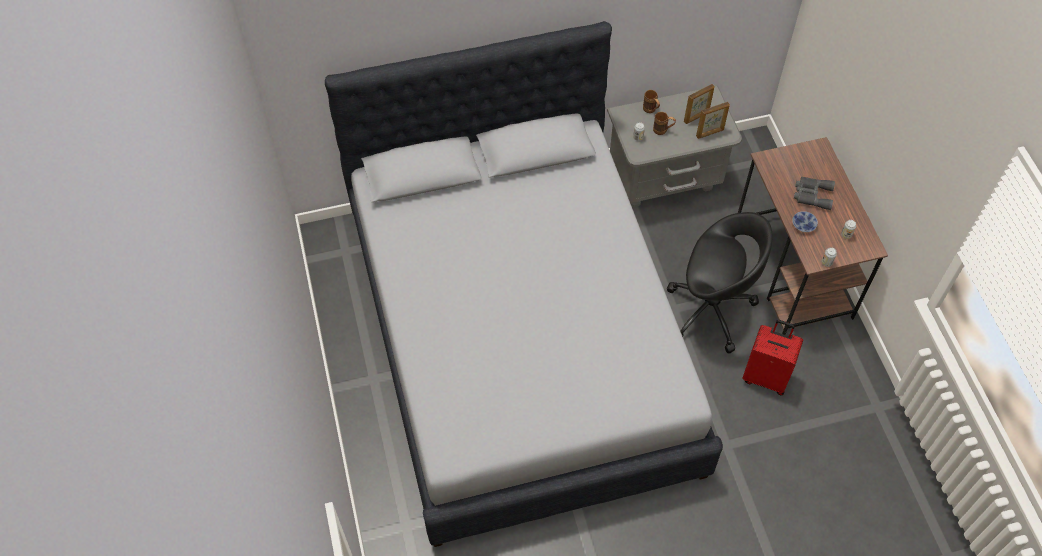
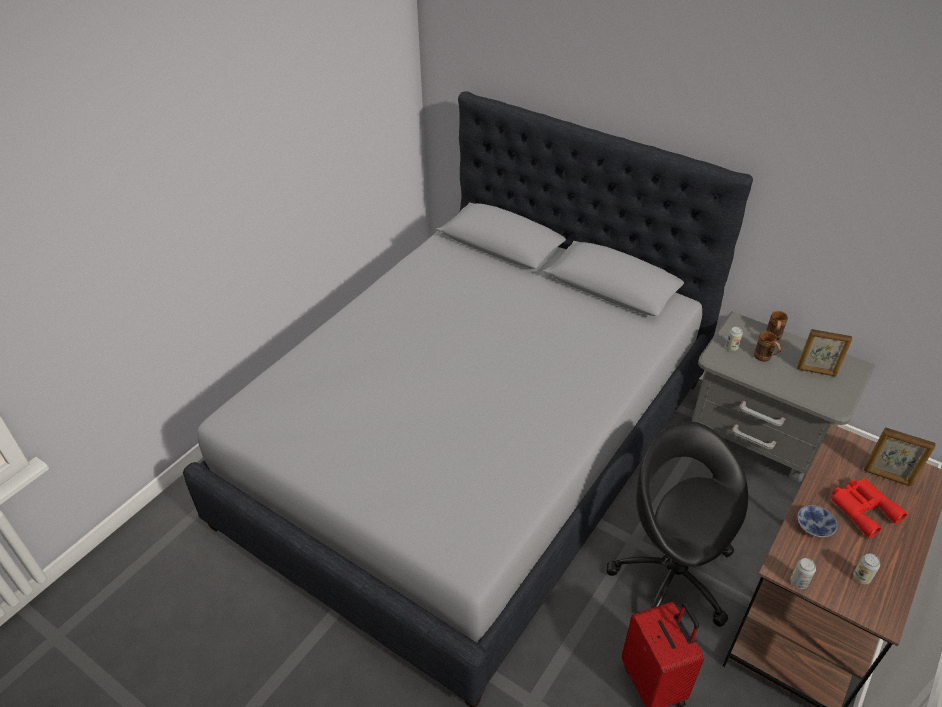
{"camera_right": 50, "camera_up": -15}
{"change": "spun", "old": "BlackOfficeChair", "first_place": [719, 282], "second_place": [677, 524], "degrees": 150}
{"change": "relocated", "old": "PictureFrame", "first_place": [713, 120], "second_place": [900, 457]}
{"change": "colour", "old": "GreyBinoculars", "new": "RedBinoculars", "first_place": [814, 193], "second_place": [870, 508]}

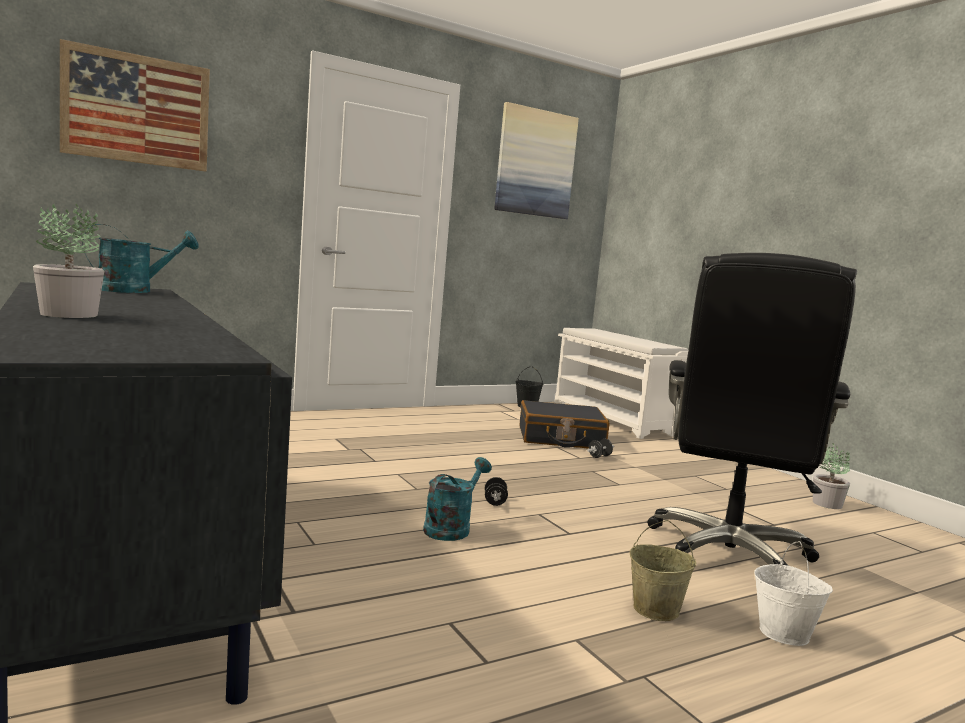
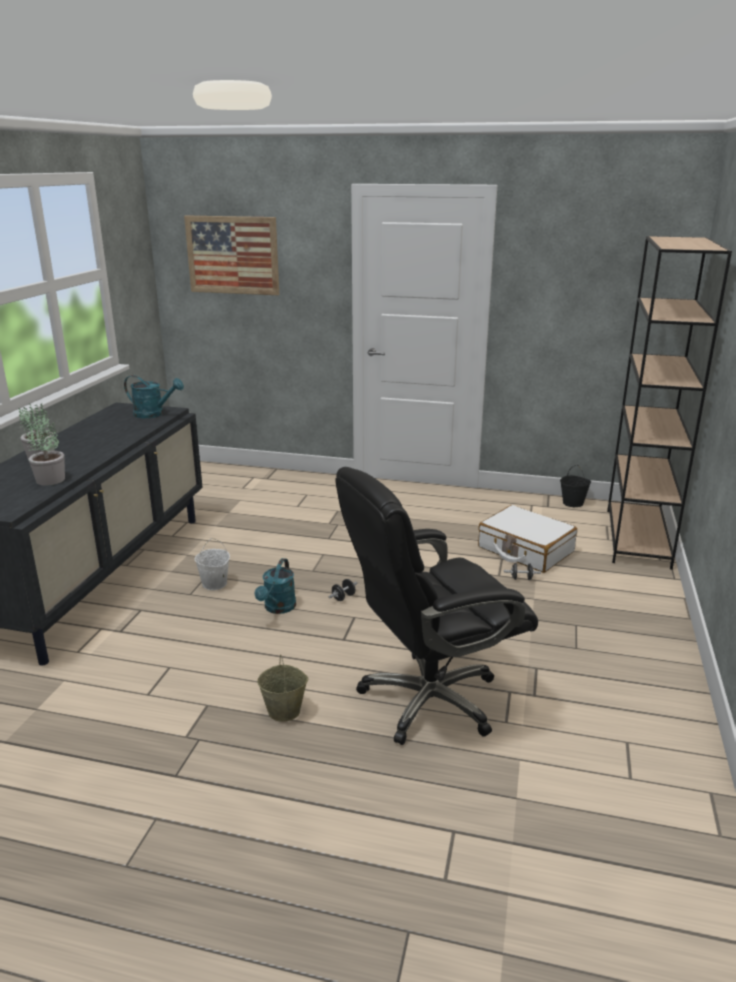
{"camera_right": 45, "camera_up": 15}
{"change": "spun", "old": "TurquoiseWateringCan", "first_place": [457, 499], "second_place": [275, 586], "degrees": 120}
{"change": "missing", "old": "Picture", "first_place": [536, 160]}
{"change": "colour", "old": "BlackSuitcase", "new": "WhiteSuitcase", "first_place": [564, 424], "second_place": [527, 539]}
{"change": "exchanged", "old": "WhiteShoeRack", "new": "BeigeBookcase", "first_place": [621, 383], "second_place": [669, 403]}
{"change": "relocated", "old": "WhiteBucket", "first_place": [793, 593], "second_place": [212, 564]}
{"change": "relocated", "old": "PottedPlant", "first_place": [831, 476], "second_place": [46, 454]}

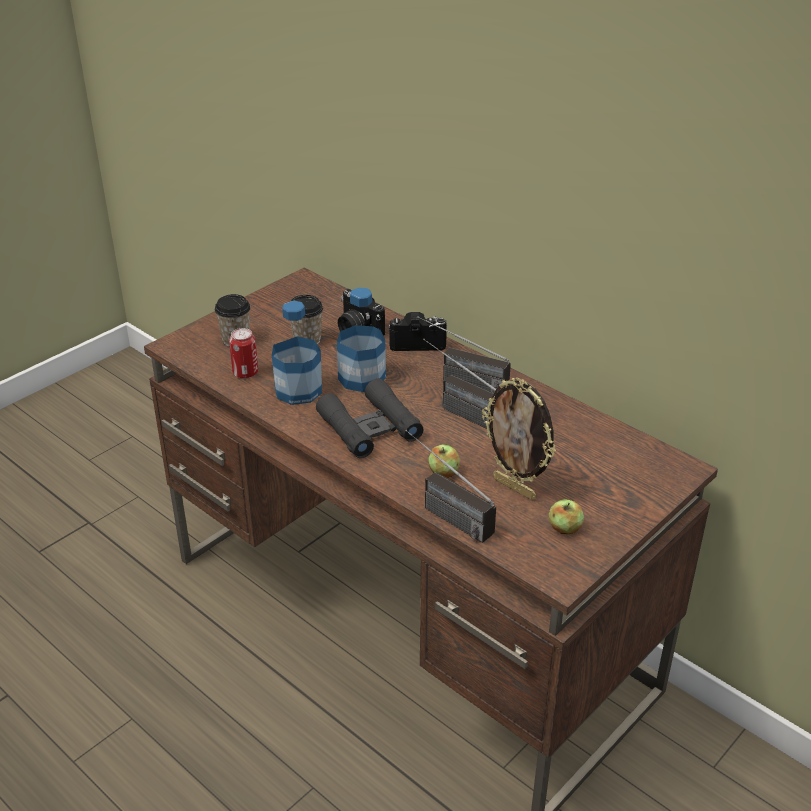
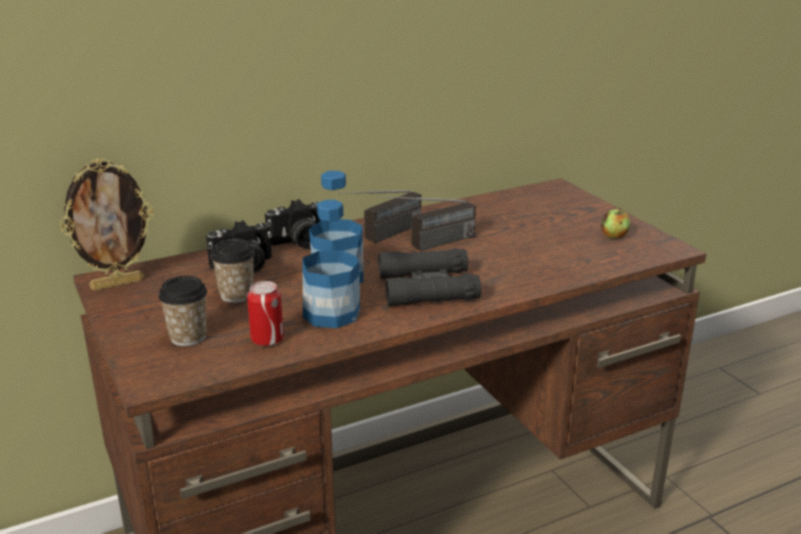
{"camera_right": -70, "camera_up": -10}
{"change": "spun", "old": "PhotoCamera", "first_place": [418, 331], "second_place": [293, 224], "degrees": -135}
{"change": "missing", "old": "Radio", "first_place": [451, 486]}
{"change": "missing", "old": "Apple", "first_place": [444, 461]}
{"change": "relocated", "old": "PictureFrame", "first_place": [519, 439], "second_place": [107, 224]}

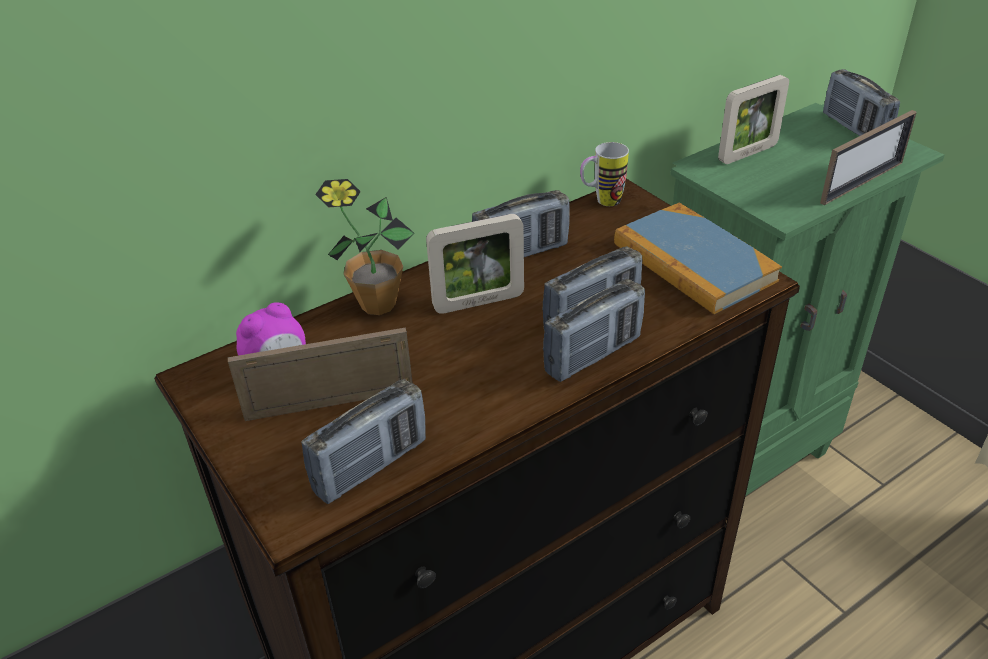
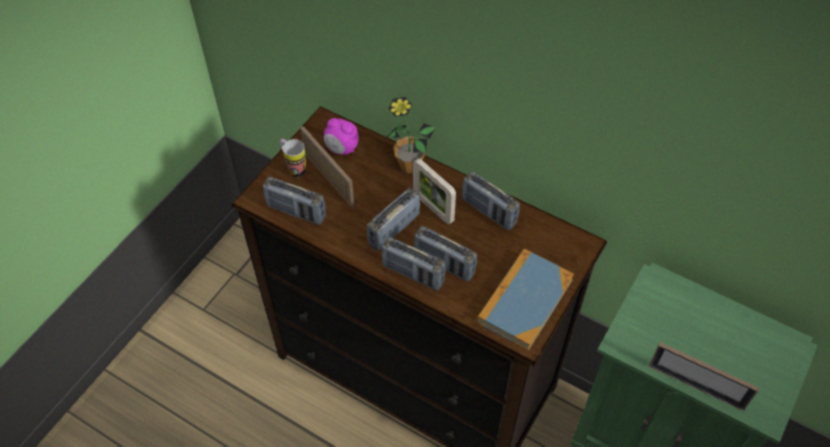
{"camera_right": 65, "camera_up": 15}
{"change": "relocated", "old": "Mug", "first_place": [604, 174], "second_place": [293, 158]}
{"change": "missing", "old": "PictureFrame", "first_place": [753, 119]}
{"change": "relocated", "old": "Radio", "first_place": [861, 102], "second_place": [393, 219]}

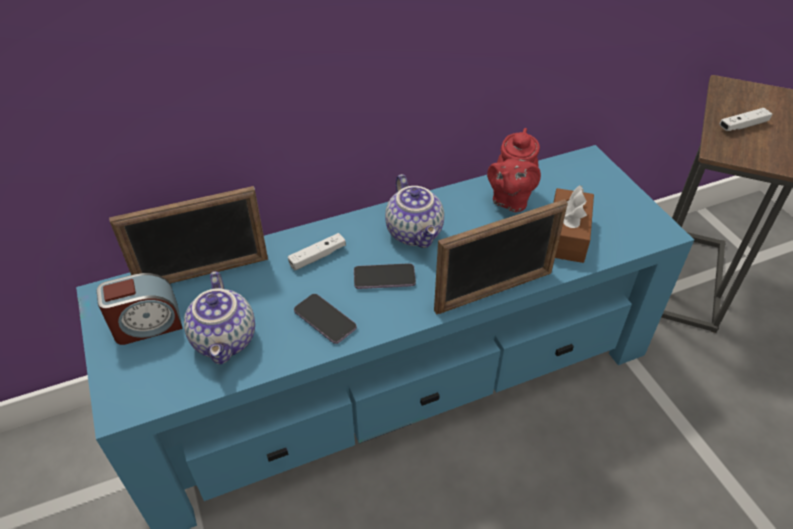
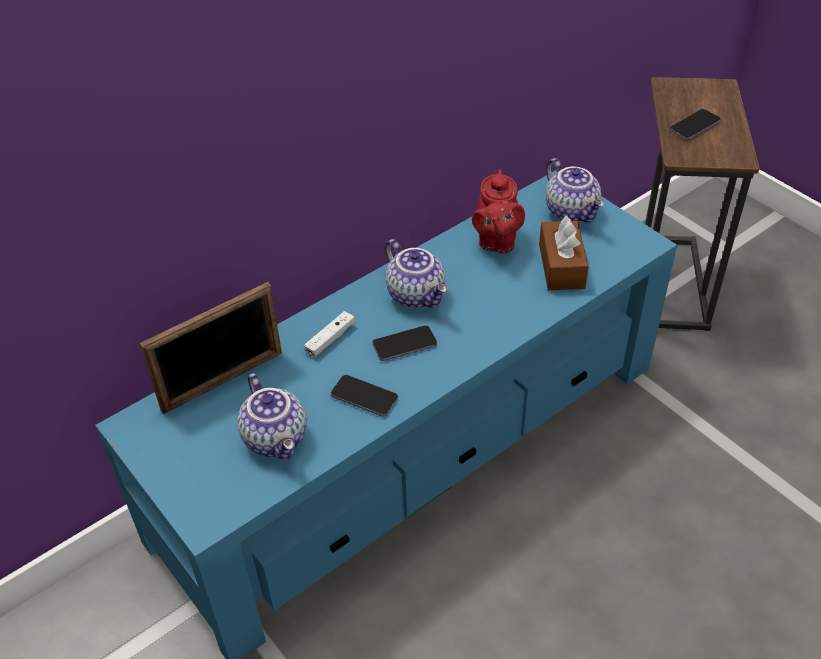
{"camera_right": -15, "camera_up": 0}
{"change": "missing", "old": "AlarmClock", "first_place": [140, 309]}
{"change": "missing", "old": "PictureFrame", "first_place": [501, 256]}
{"change": "exchanged", "old": "WhiteGameController", "new": "Phone", "first_place": [746, 119], "second_place": [695, 124]}
{"change": "appeared", "new": "Teapot", "second_place": [575, 190]}

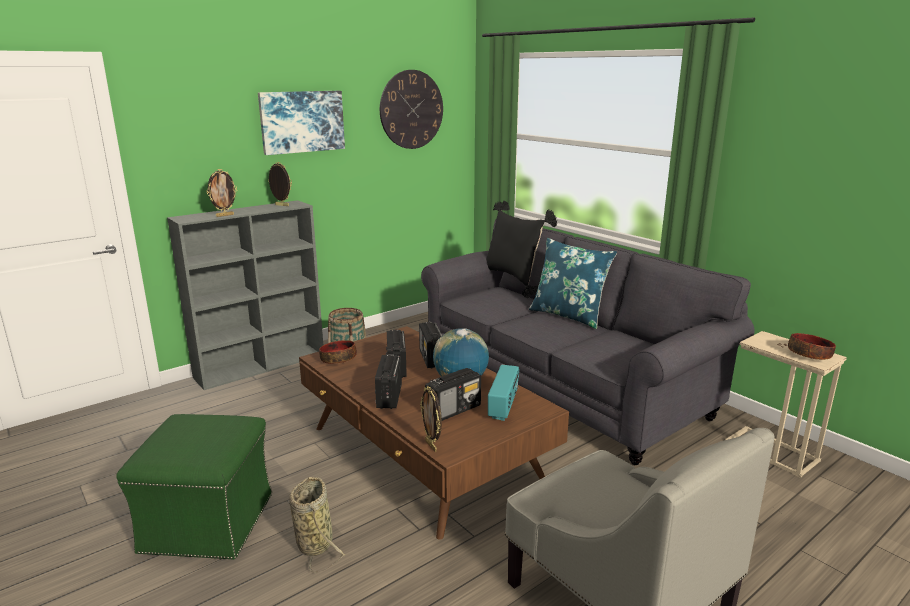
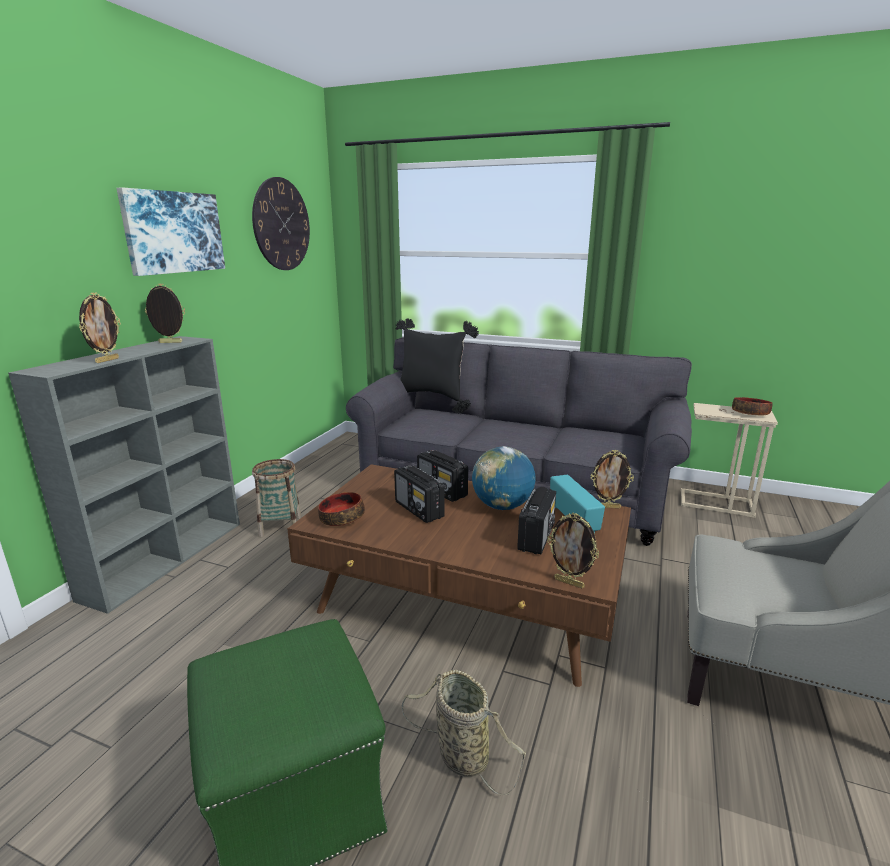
{"camera_right": -30, "camera_up": 0}
{"change": "missing", "old": "Radio", "first_place": [388, 381]}
{"change": "missing", "old": "BluePillow", "first_place": [573, 283]}
{"change": "appeared", "new": "PictureFrame", "second_place": [612, 479]}

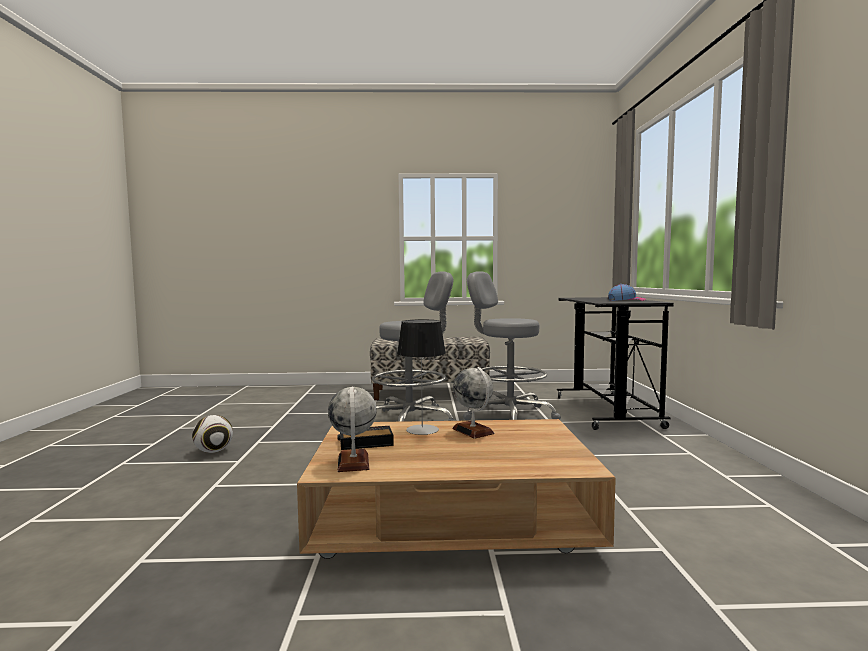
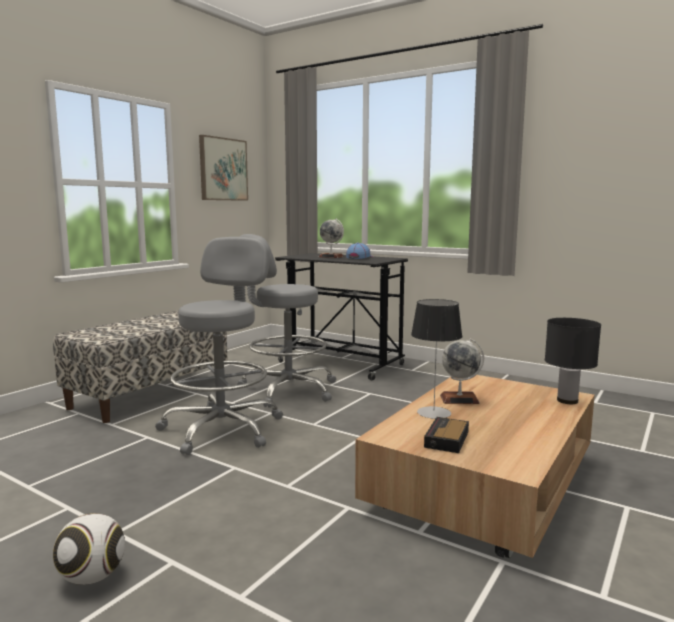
{"camera_right": -55, "camera_up": 5}
{"change": "relocated", "old": "Globe", "first_place": [352, 429], "second_place": [331, 238]}
{"change": "appeared", "new": "Picture", "second_place": [223, 168]}
{"change": "appeared", "new": "BlackTableLamp", "second_place": [573, 361]}

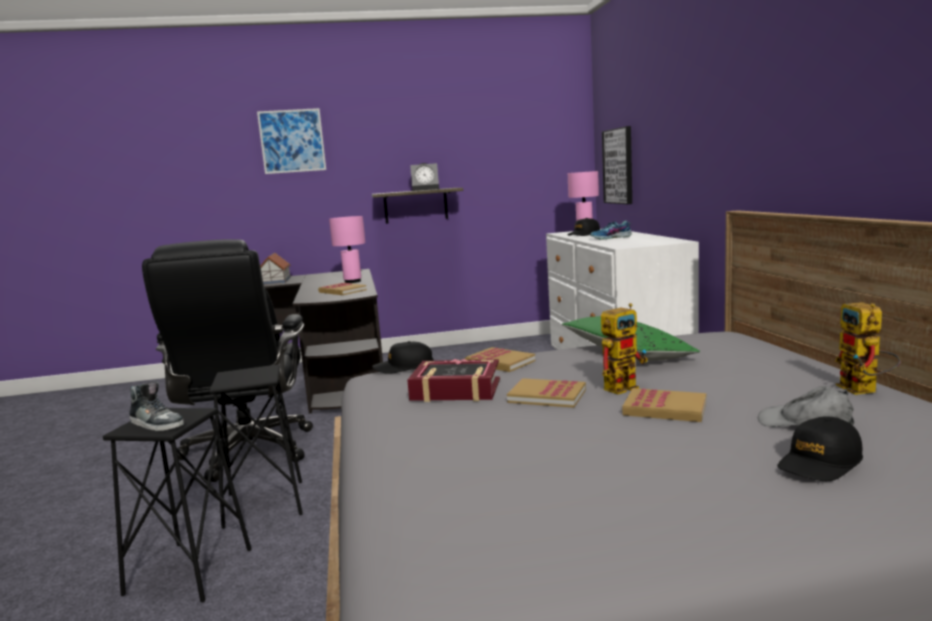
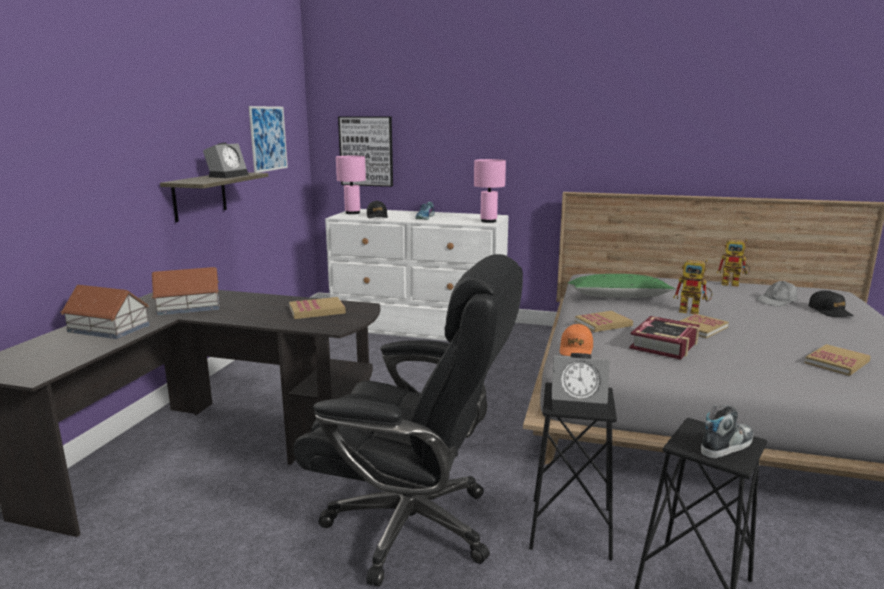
{"camera_right": -65, "camera_up": 5}
{"change": "relocated", "old": "Picture", "first_place": [291, 141], "second_place": [268, 139]}
{"change": "relocated", "old": "PinkTableLamp", "first_place": [347, 249], "second_place": [490, 191]}
{"change": "colour", "old": "BlackCap", "new": "OrangeCap", "first_place": [403, 357], "second_place": [576, 340]}
{"change": "spun", "old": "ToyRobot", "first_place": [624, 348], "second_place": [693, 287], "degrees": 120}
{"change": "relocated", "old": "Book", "first_place": [664, 405], "second_place": [838, 360]}
{"change": "appeared", "new": "ToyHouse", "second_place": [186, 291]}
{"change": "appeared", "new": "AlarmClock", "second_place": [580, 384]}

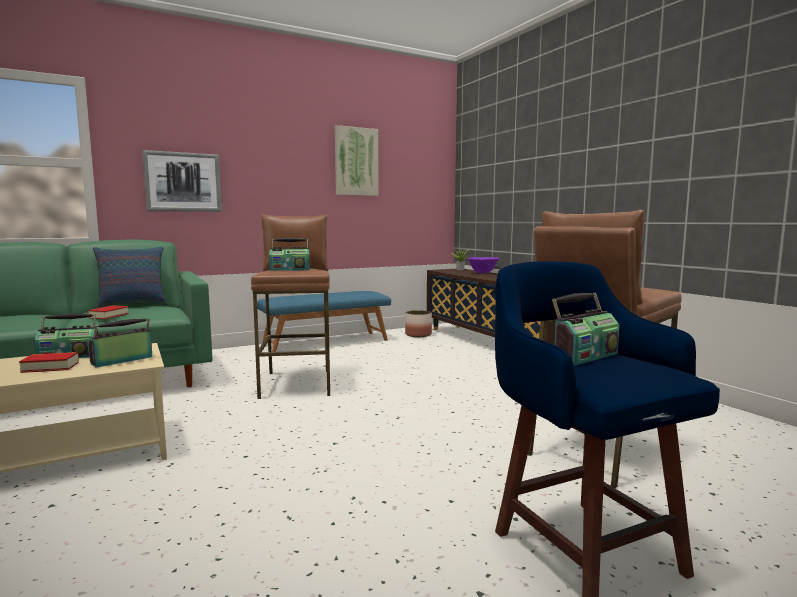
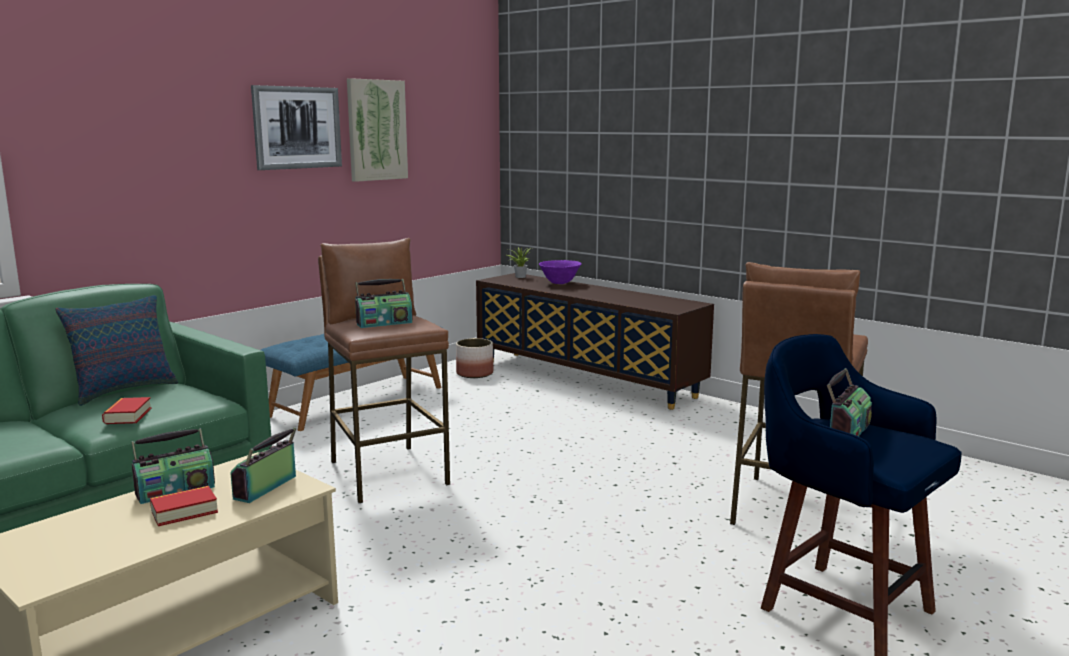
{"camera_right": -20, "camera_up": 5}
{"change": "relocated", "old": "Picture", "first_place": [182, 181], "second_place": [296, 127]}

